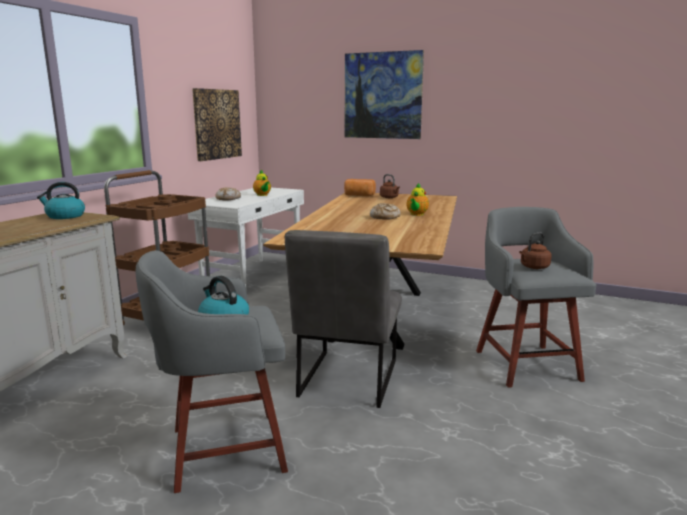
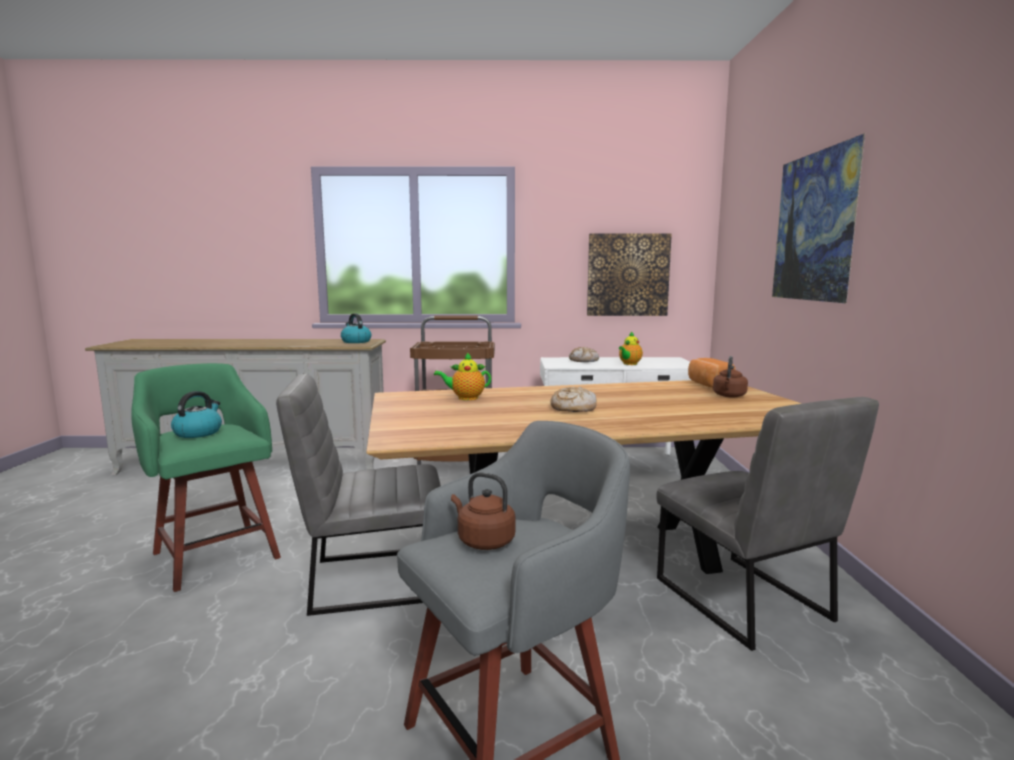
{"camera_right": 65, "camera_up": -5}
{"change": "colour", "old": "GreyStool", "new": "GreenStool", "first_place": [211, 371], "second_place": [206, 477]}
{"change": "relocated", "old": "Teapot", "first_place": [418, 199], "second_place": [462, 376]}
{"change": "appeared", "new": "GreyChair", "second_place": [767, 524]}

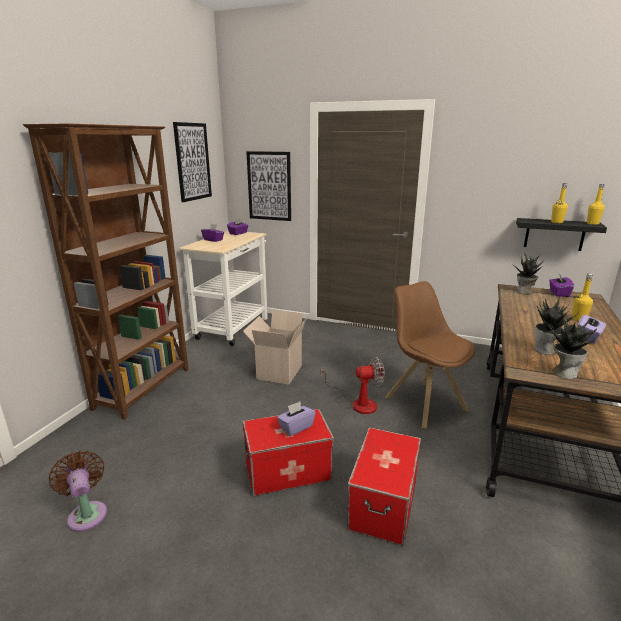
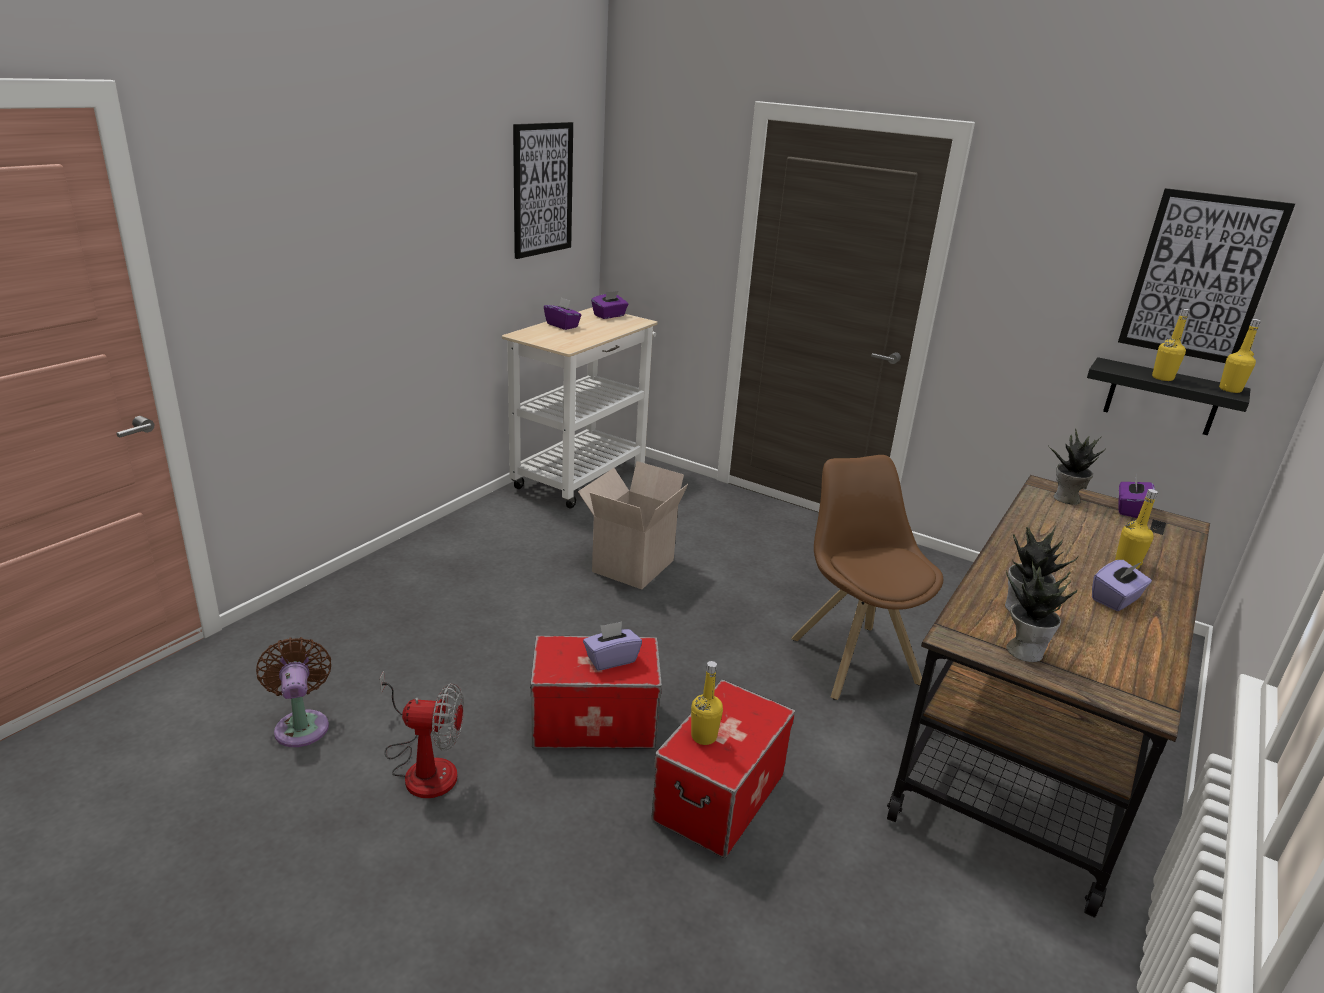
{"camera_right": 10, "camera_up": 5}
{"change": "missing", "old": "BrownBookcase", "first_place": [106, 271]}
{"change": "relocated", "old": "Picture", "first_place": [268, 186], "second_place": [1206, 275]}
{"change": "relocated", "old": "Fan", "first_place": [353, 385], "second_place": [421, 734]}
{"change": "appeared", "new": "YellowBottle", "second_place": [707, 703]}

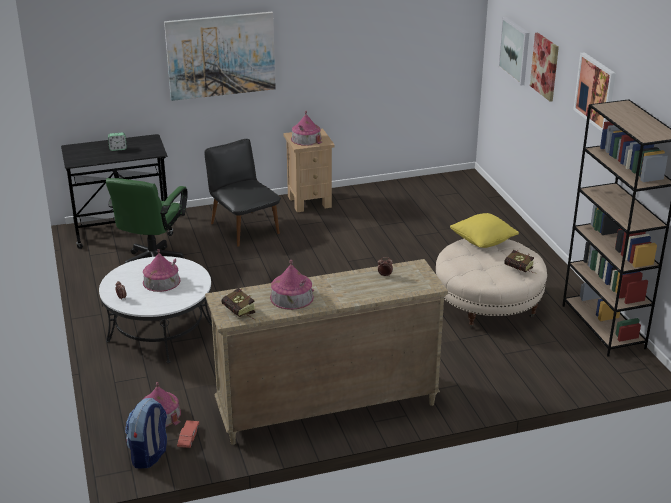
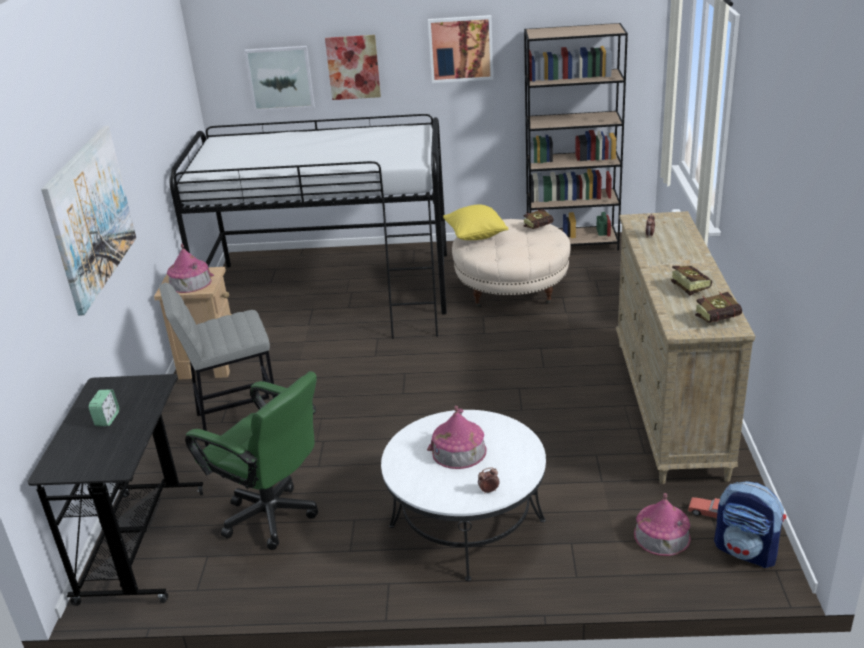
{"camera_right": -70, "camera_up": 0}
{"change": "exchanged", "old": "BlackChair", "new": "GreyStool", "first_place": [242, 193], "second_place": [217, 365]}
{"change": "exchanged", "old": "ToyHouse", "new": "Book", "first_place": [292, 285], "second_place": [691, 281]}
{"change": "appeared", "new": "BlackBed", "second_place": [308, 226]}

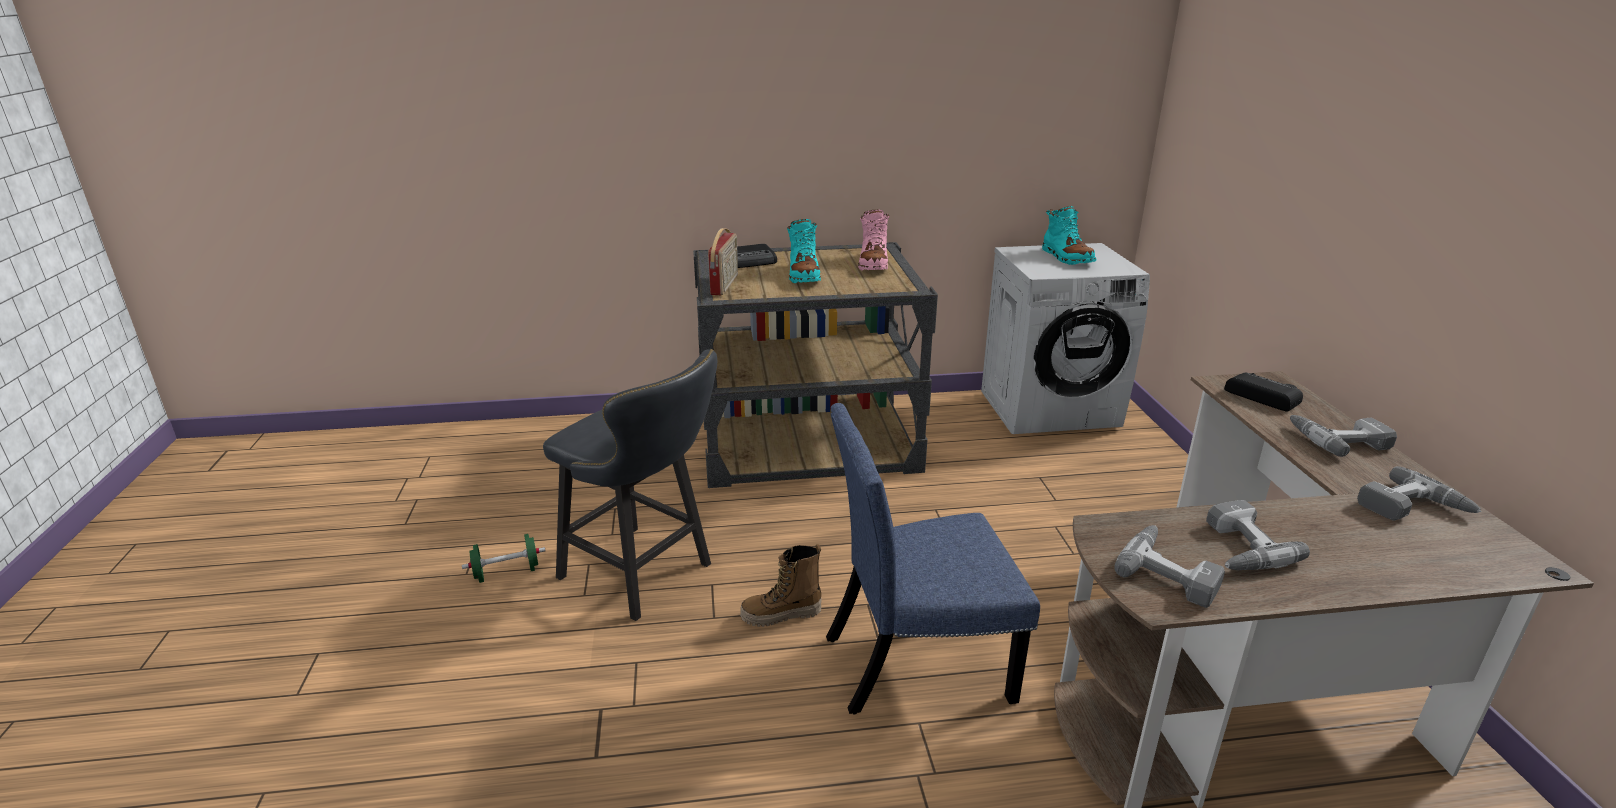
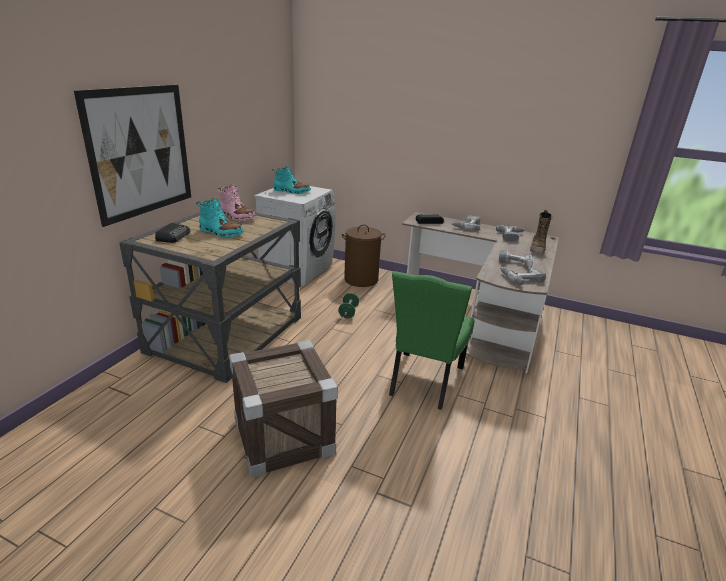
{"camera_right": -60, "camera_up": 0}
{"change": "relocated", "old": "GreenDumbbell", "first_place": [503, 558], "second_place": [348, 306]}
{"change": "exchanged", "old": "GreyStool", "new": "Crate", "first_place": [630, 485], "second_place": [283, 409]}
{"change": "missing", "old": "Radio", "first_place": [723, 261]}
{"change": "relocated", "old": "Boot", "first_place": [781, 585], "second_place": [541, 231]}
{"change": "colour", "old": "BlueChair", "new": "GreenChair", "first_place": [933, 558], "second_place": [432, 340]}
{"change": "appeared", "new": "Picture", "second_place": [132, 156]}
{"change": "appeared", "new": "BrownLaundryBasket", "second_place": [363, 256]}

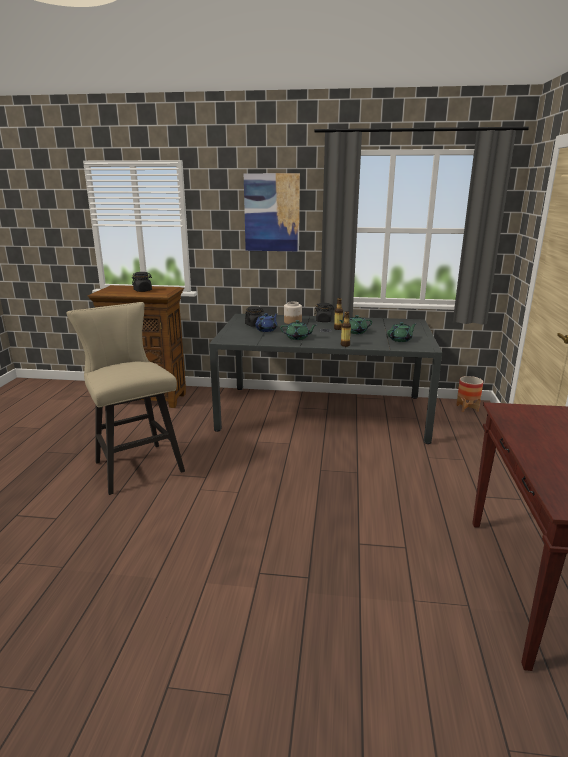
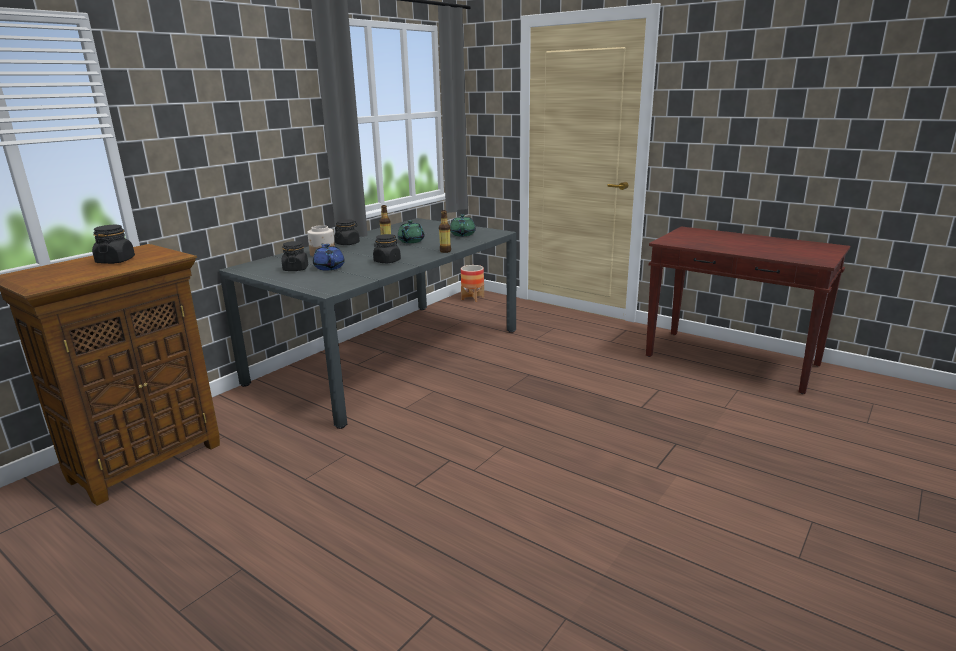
{"camera_right": -60, "camera_up": 0}
{"change": "missing", "old": "BeigeStool", "first_place": [125, 398]}
{"change": "missing", "old": "Picture", "first_place": [272, 212]}
{"change": "exchanged", "old": "GreenTeapot", "new": "BlackJar", "first_place": [298, 330], "second_place": [387, 248]}

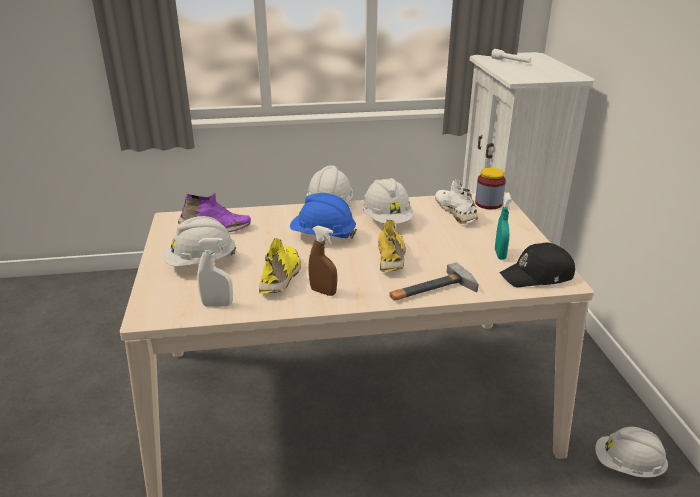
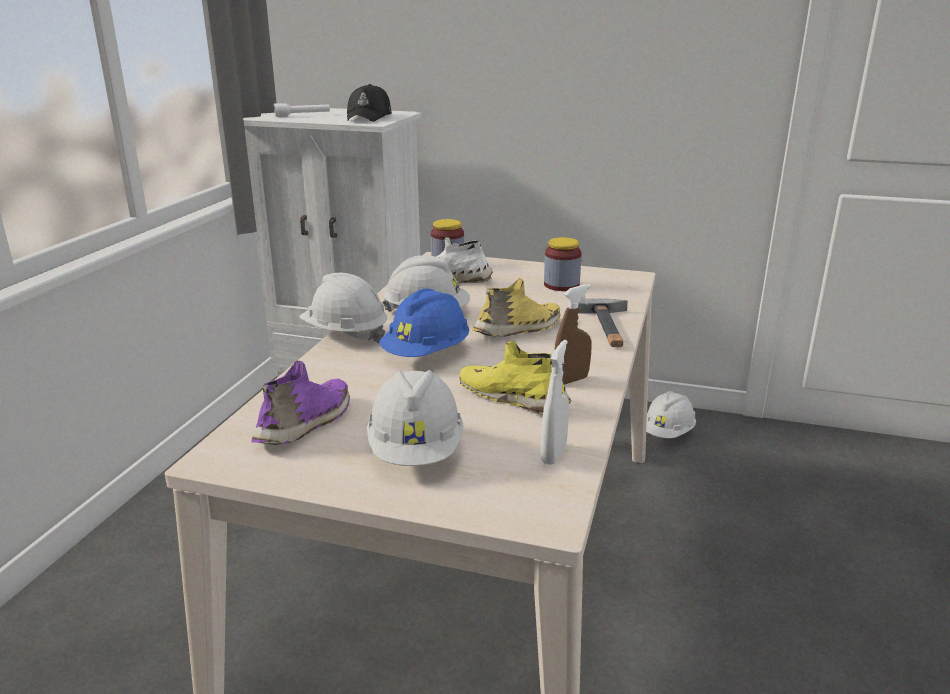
{"camera_right": -65, "camera_up": -5}
{"change": "spun", "old": "YellowShoe", "first_place": [392, 245], "second_place": [516, 307], "degrees": 120}
{"change": "exchanged", "old": "TurquoiseSprayBottle", "new": "Jar", "first_place": [503, 225], "second_place": [563, 264]}
{"change": "relocated", "old": "BlackCap", "first_place": [537, 265], "second_place": [369, 103]}

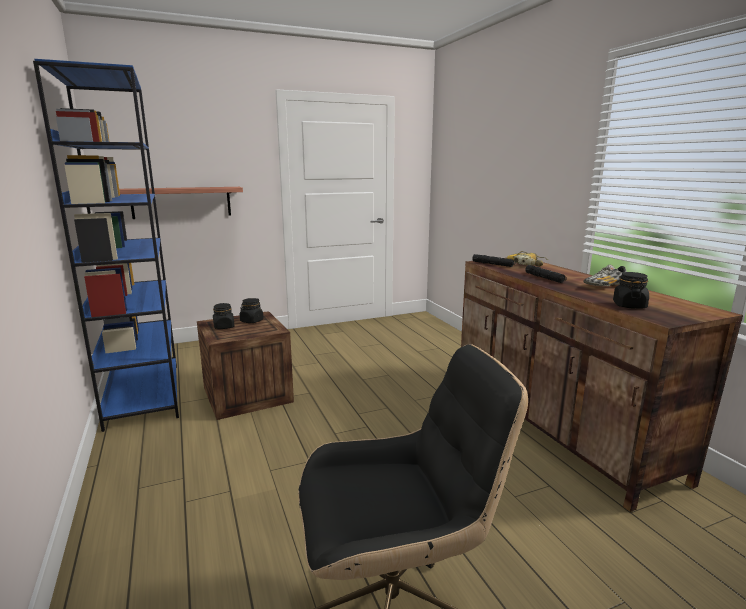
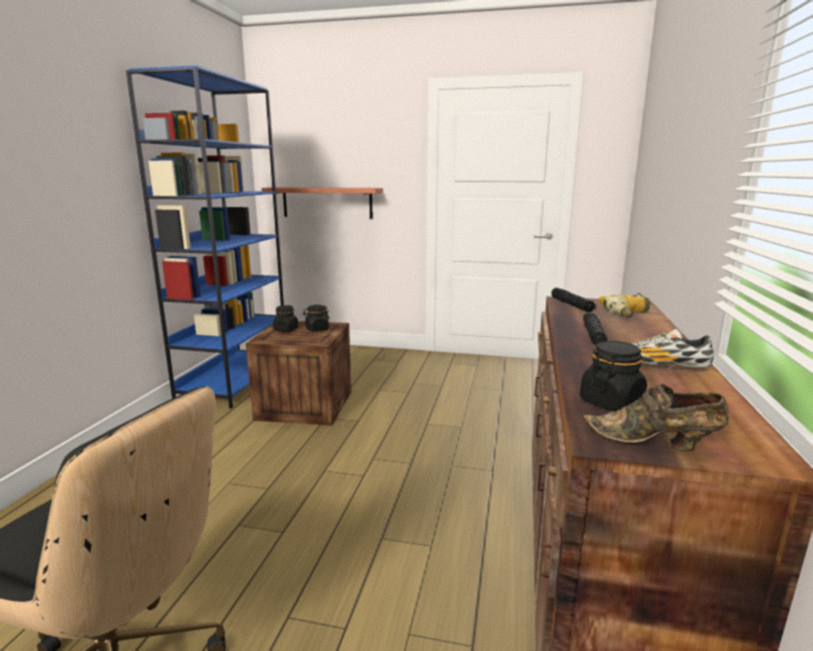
{"camera_right": 35, "camera_up": 0}
{"change": "appeared", "new": "BrownShoe", "second_place": [656, 417]}

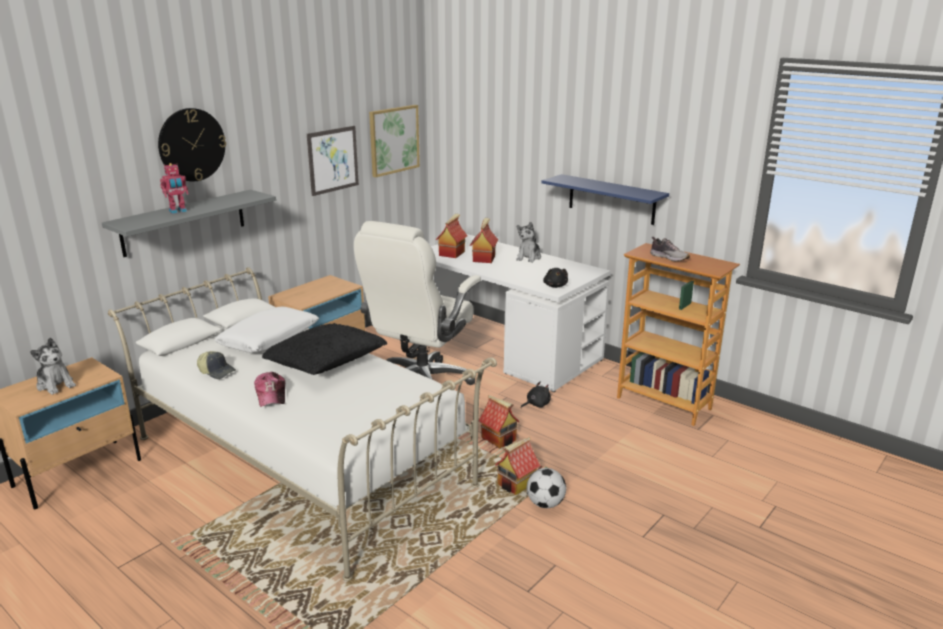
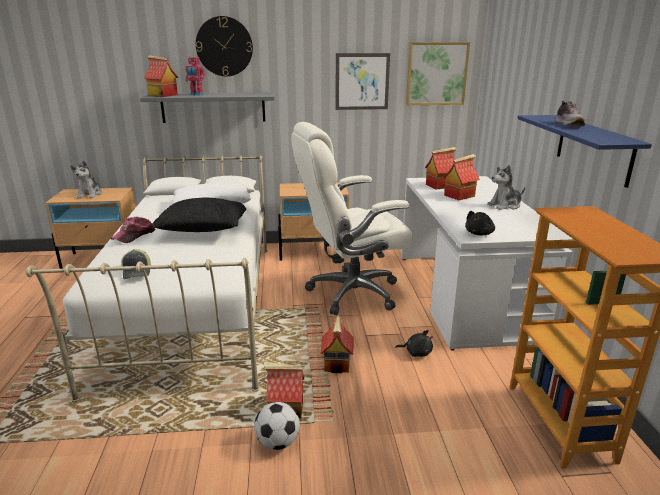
{"camera_right": 45, "camera_up": 0}
{"change": "relocated", "old": "Cap", "first_place": [216, 365], "second_place": [136, 264]}
{"change": "relocated", "old": "Shoe", "first_place": [670, 249], "second_place": [570, 113]}
{"change": "appeared", "new": "ToyHouse", "second_place": [161, 76]}

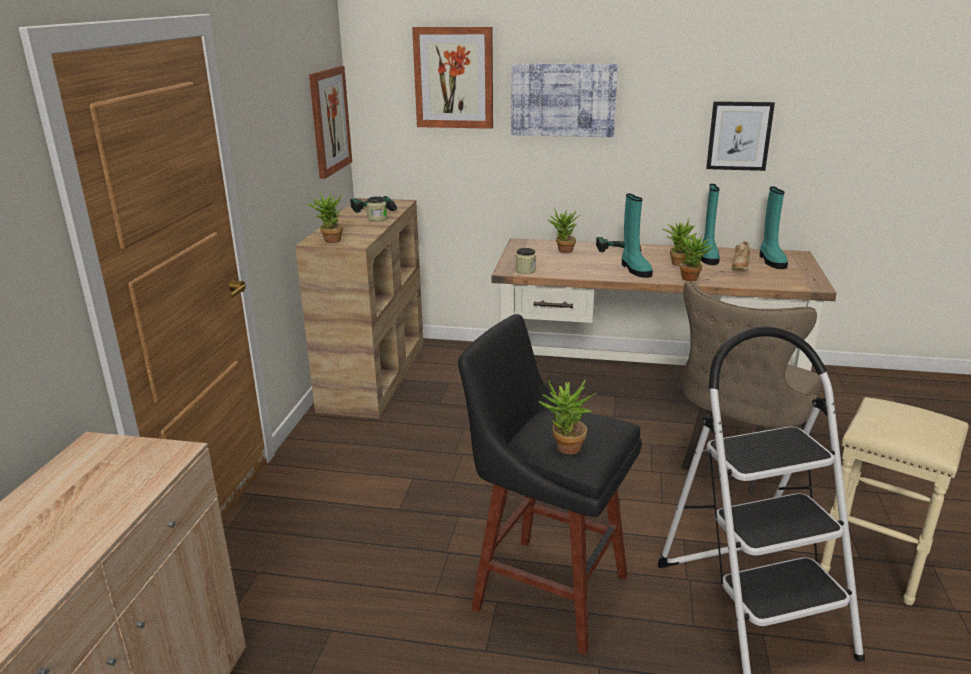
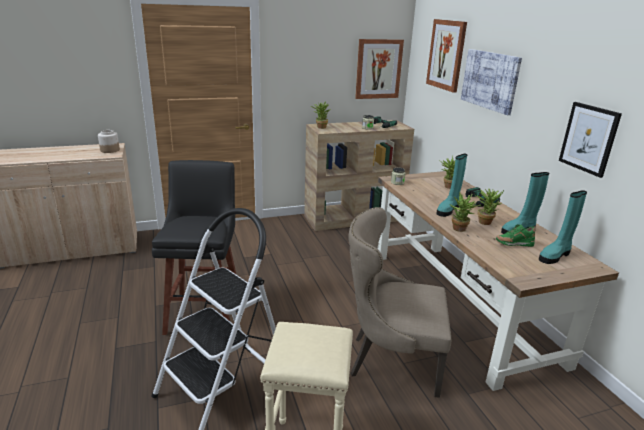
{"camera_right": 60, "camera_up": 0}
{"change": "missing", "old": "PottedPlant", "first_place": [567, 416]}
{"change": "colour", "old": "BeigeShoe", "new": "GreenShoe", "first_place": [741, 255], "second_place": [516, 235]}
{"change": "appeared", "new": "Jar", "second_place": [109, 141]}

